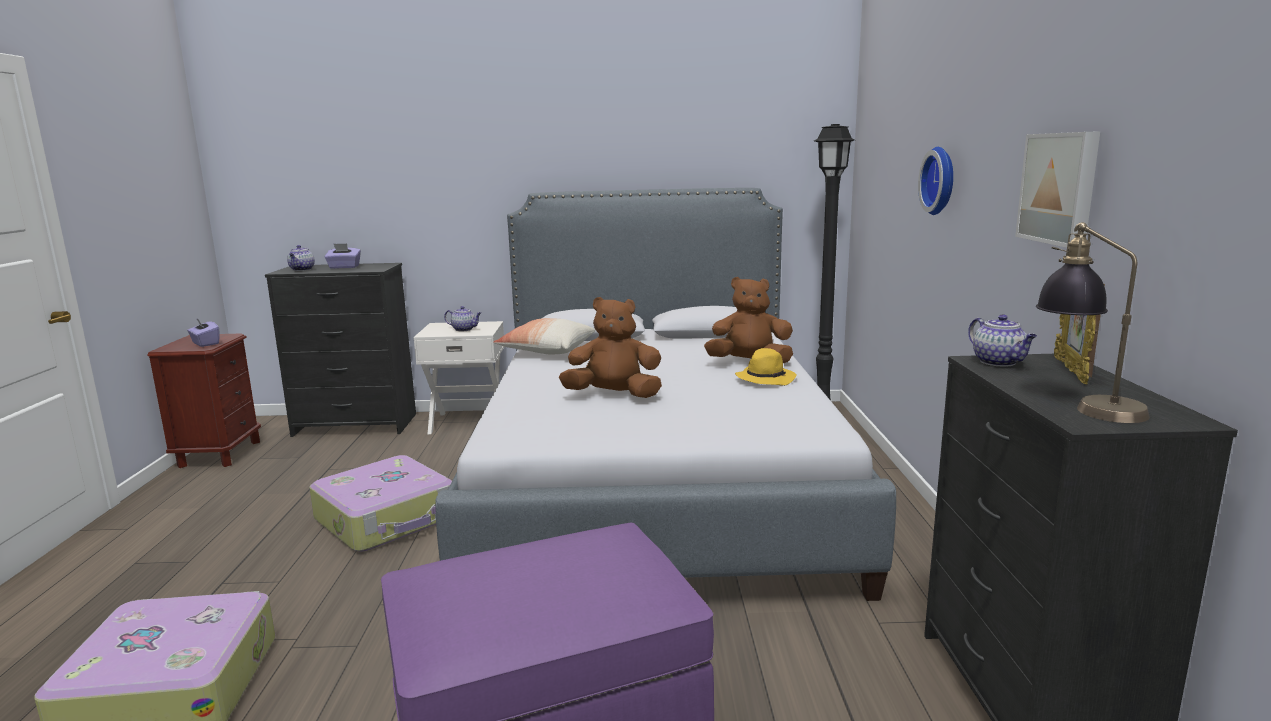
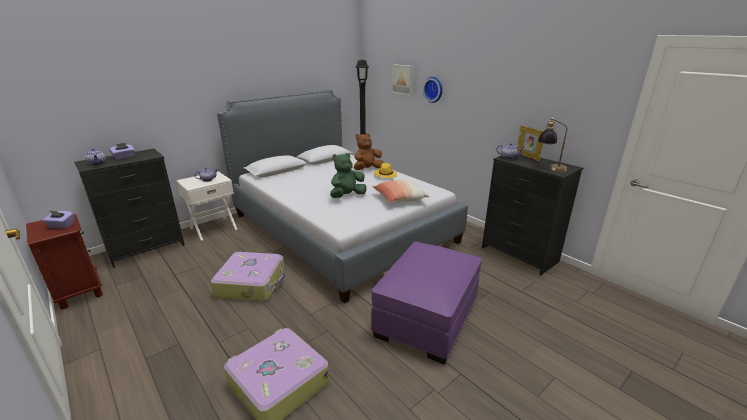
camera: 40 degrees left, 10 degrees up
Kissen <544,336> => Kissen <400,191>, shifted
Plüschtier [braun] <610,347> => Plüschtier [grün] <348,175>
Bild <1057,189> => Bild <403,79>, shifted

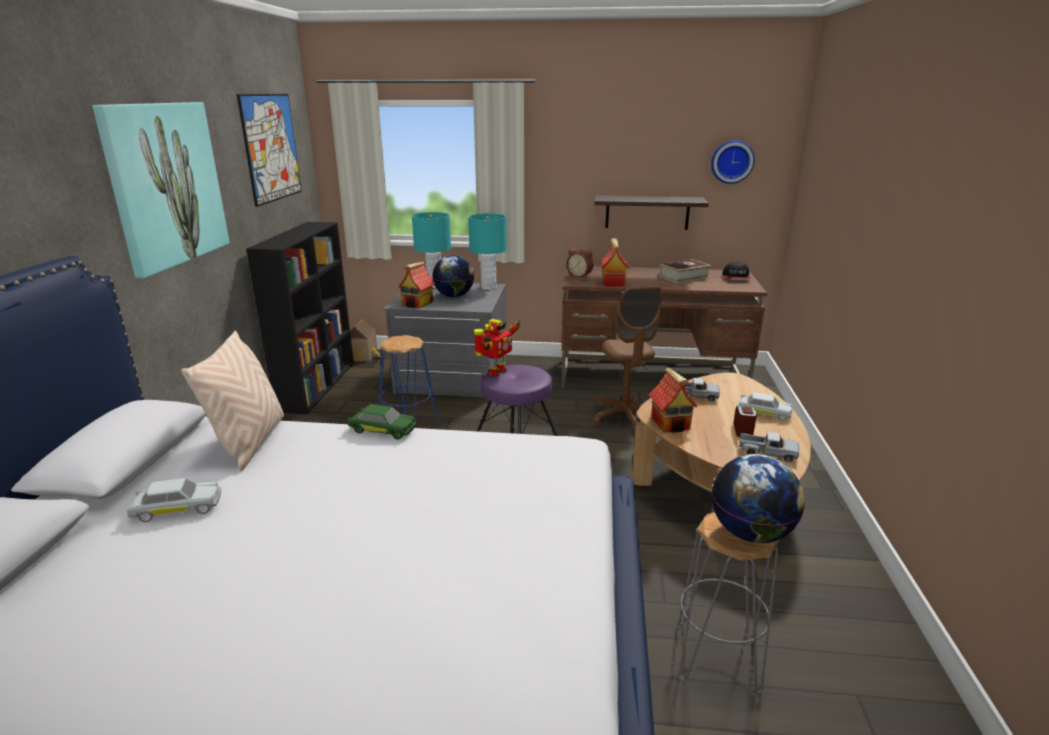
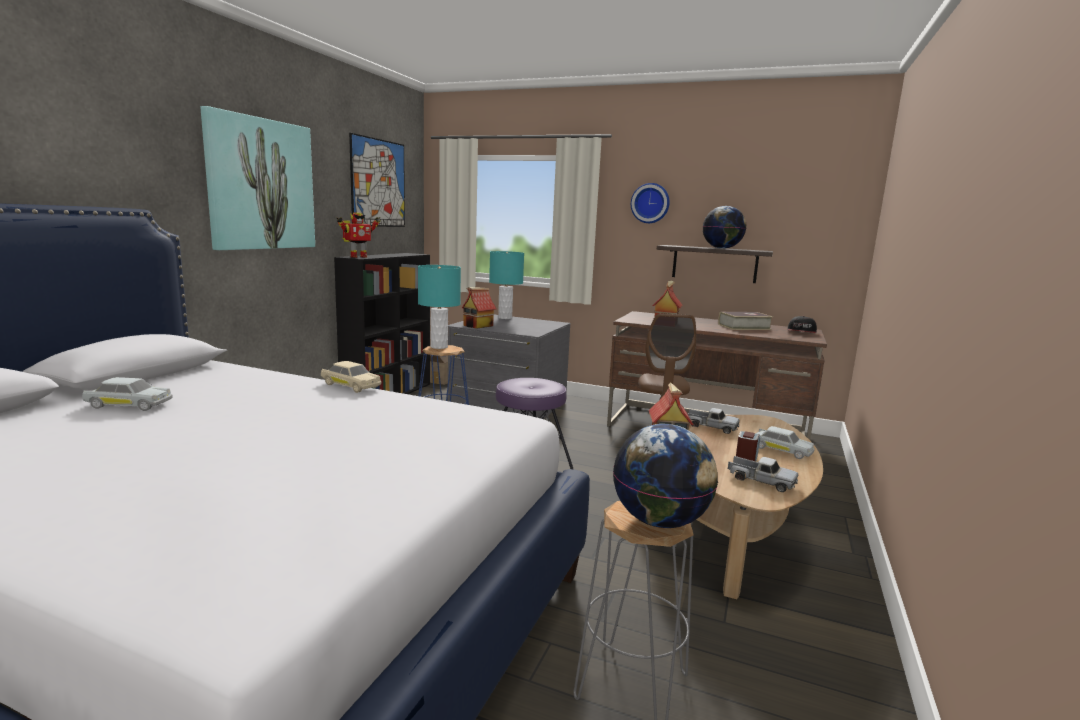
camera: 15 degrees right, 10 degrees down
Kissen [beige] <232,400> => nothing
Spielzeugauto [grün] <382,422> => Spielzeugauto [beige] <351,377>
Globus <453,276> => Globus <724,227>, shifted
Tischlampe [türkis] <487,251> => Tischlampe [türkis] <439,307>, shifted
Spielzeugroboter <497,347> => Spielzeugroboter <358,235>, shifted
Wecker <580,263> => nothing
Wanduhr <733,162> => Wanduhr <650,203>, shifted

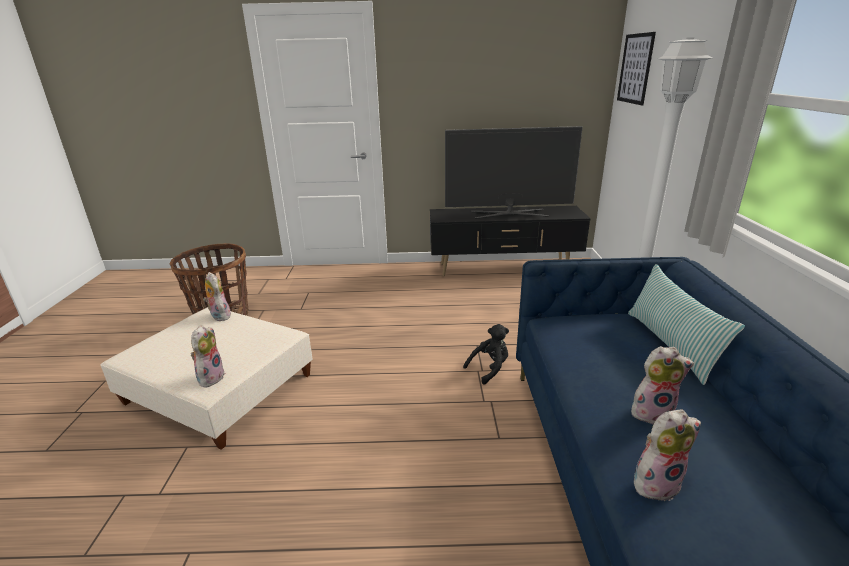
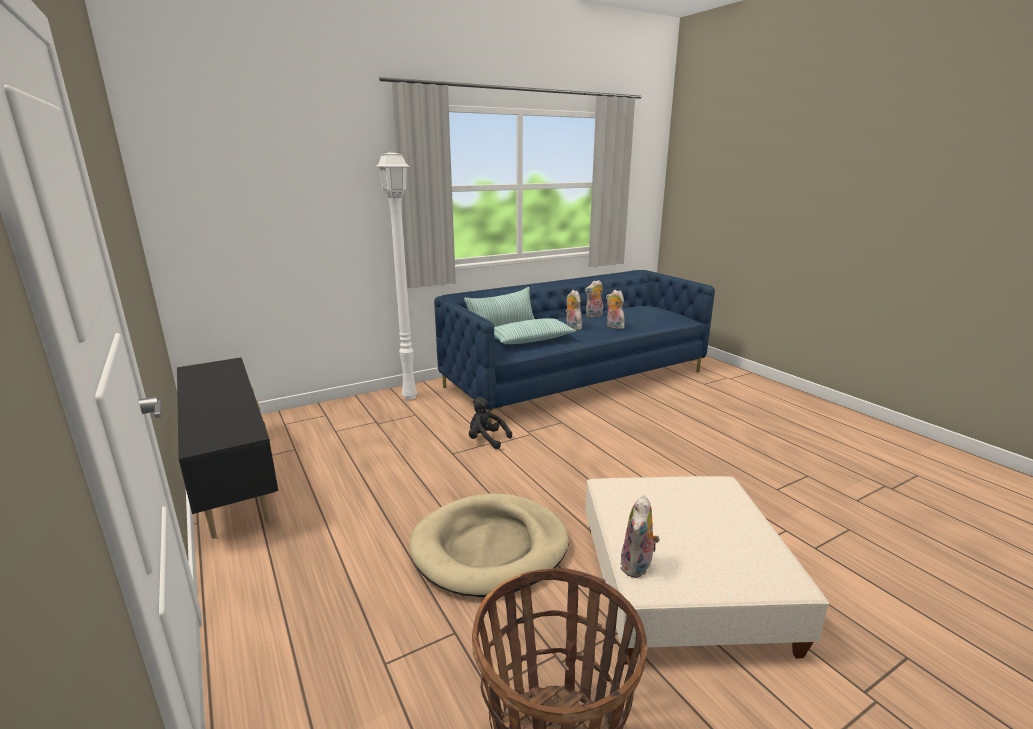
camera: 120 degrees left, 5 degrees down
Plüschtier <208,356> => Plüschtier <594,298>, shifted
Fernseher <514,172> => nothing
Bild <636,68> => nothing
nothing => Hundebett [beige] <489,545>
nothing => Kissen <535,331>

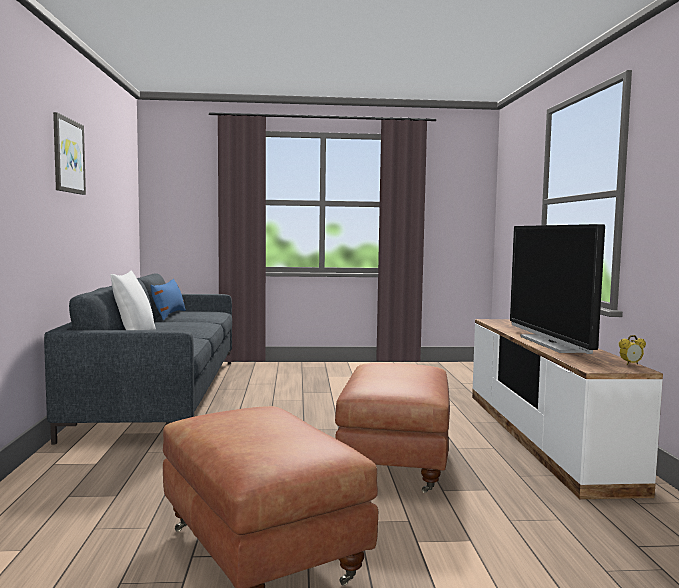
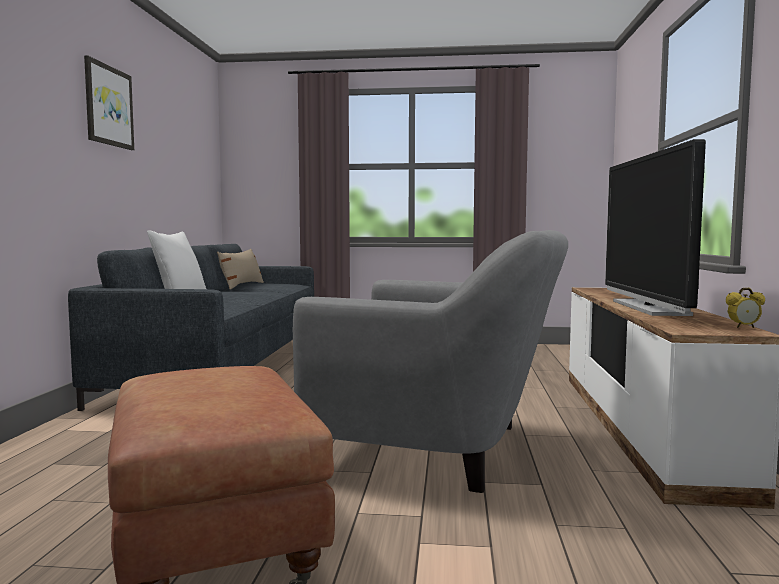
camera: 10 degrees right, 0 degrees up
Kissen [blau] <168,299> => Kissen [beige] <240,269>
Polsterhocker [braun] <392,428> => Sessel [grau] <430,361>

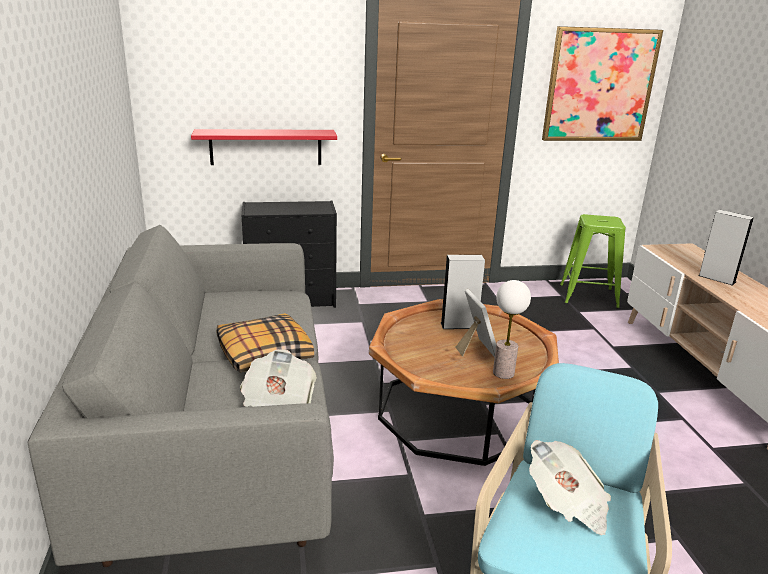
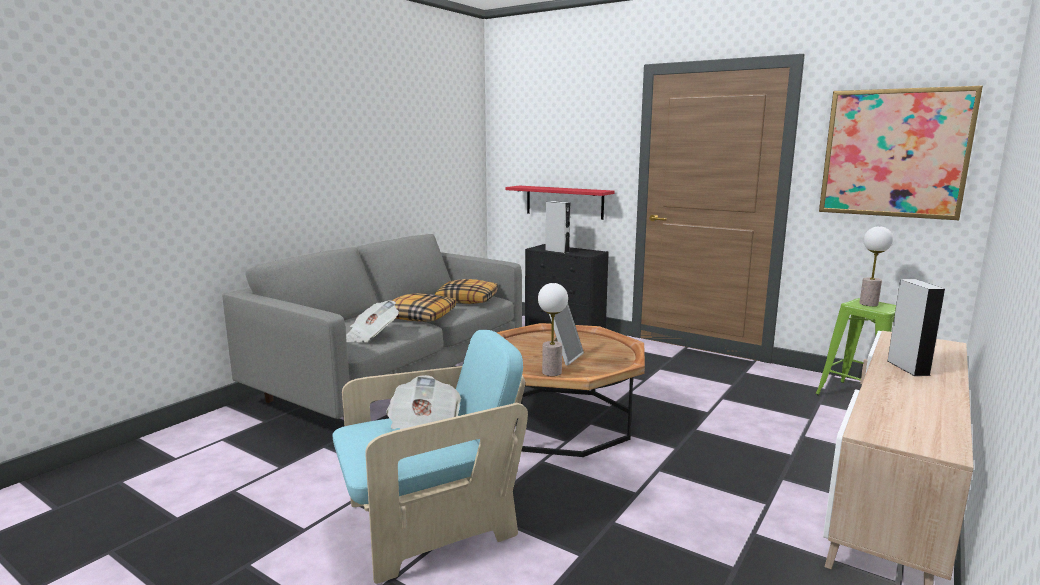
camera: 45 degrees right, 10 degrees down
Lautsprecher [grau] <463,292> => Lautsprecher [grau] <558,227>, shifted
nothing => Kissen <466,291>
nothing => Tischlampe <876,266>

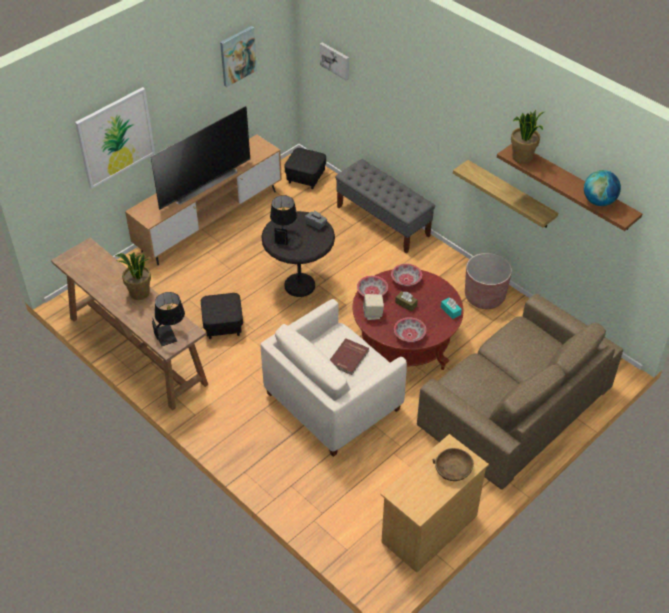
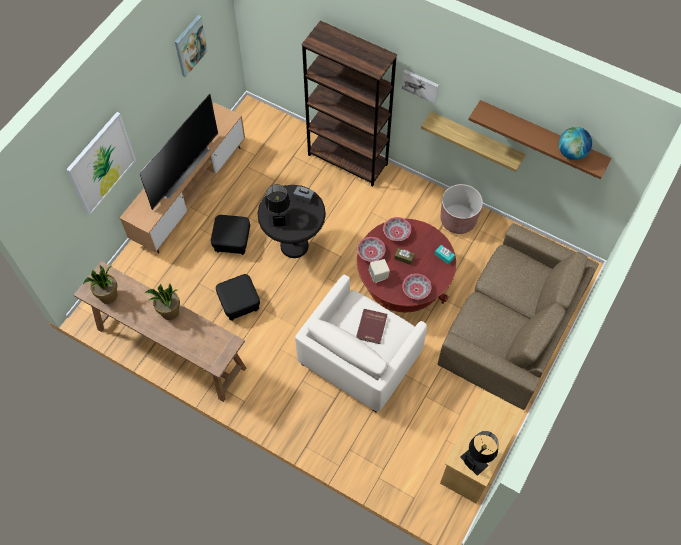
camera: 15 degrees left, 15 degrees up
Tischlampe [schwarz] <168,319> => Tischlampe [schwarz] <479,453>, shifted
Polsterhocker [schwarz] <305,168> => Polsterhocker [schwarz] <230,235>, shifted
Bild <334,61> => Bild <420,87>, shifted
Bank [grau] <385,206> => Bücherregal [braun] <349,104>
Schüssel [braun] <453,464> => nothing
Topfpflanze <527,137> => Topfpflanze <100,284>, shifted

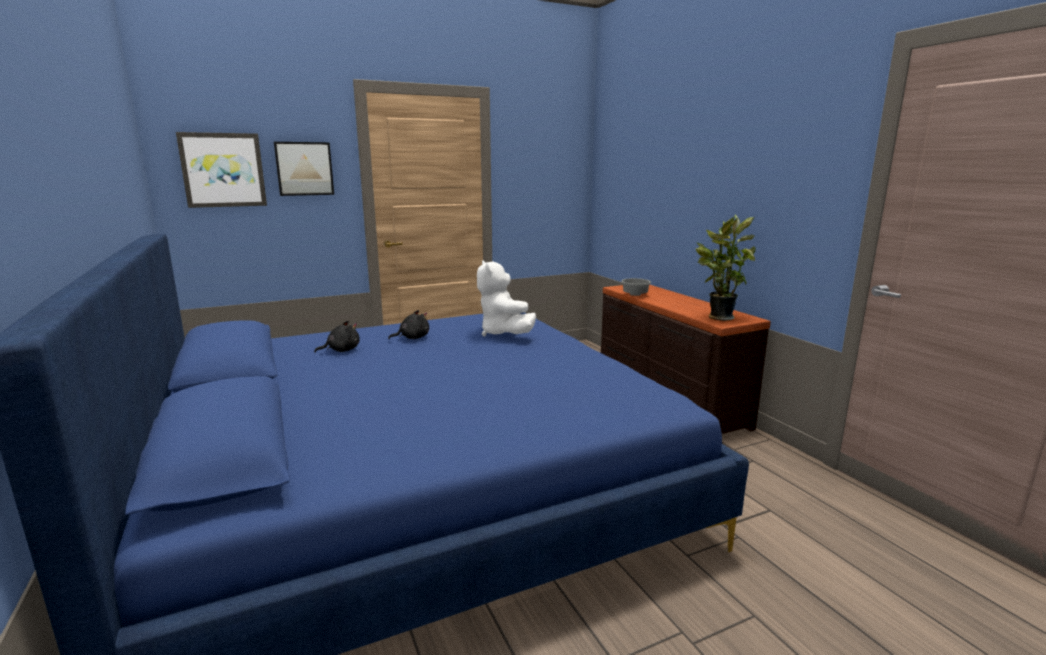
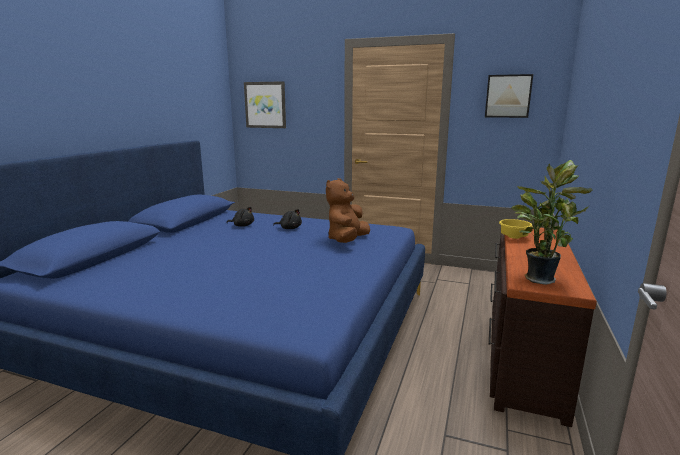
camera: 45 degrees right, 0 degrees up
Bild <304,169> => Bild <509,96>, shifted
Plüschtier [weiß] <506,298> => Plüschtier [braun] <348,210>
Schüssel [grau] <636,287> => Schüssel [gelb] <515,229>

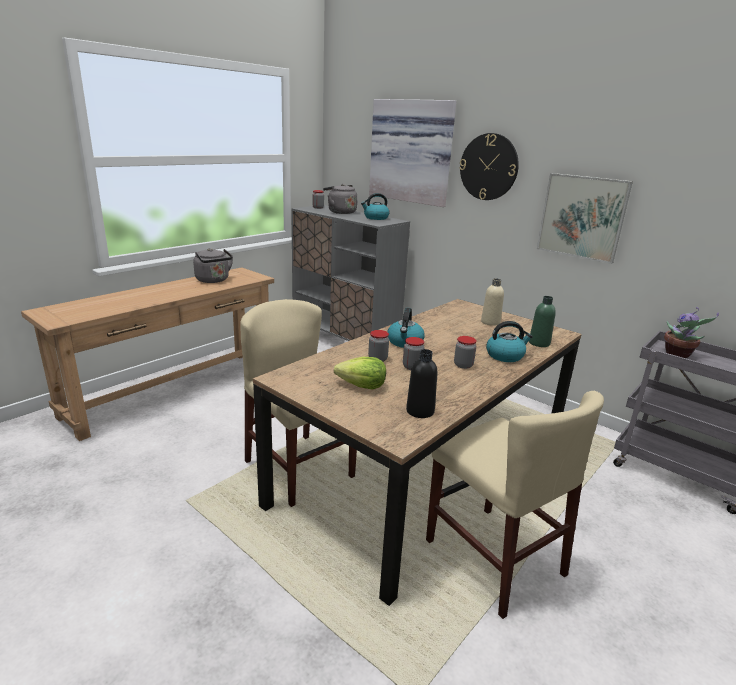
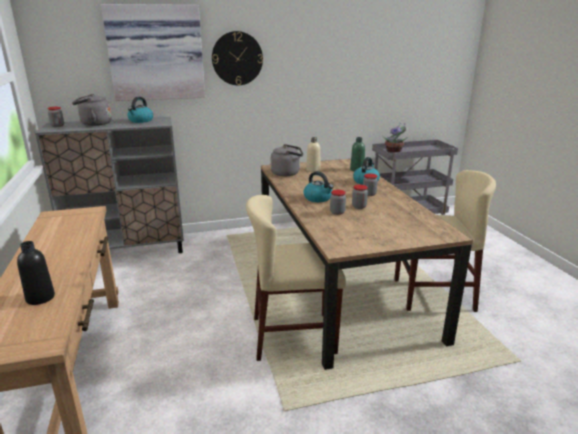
camera: 55 degrees left, 0 degrees up
Wasserkessel [grau] <213,265> => Wasserkessel [grau] <287,160>, shifted
Salatkopf <360,373> => nothing
Flasche [schwarz] <421,383> => Flasche [schwarz] <36,273>, shifted
Bild <585,218> => nothing

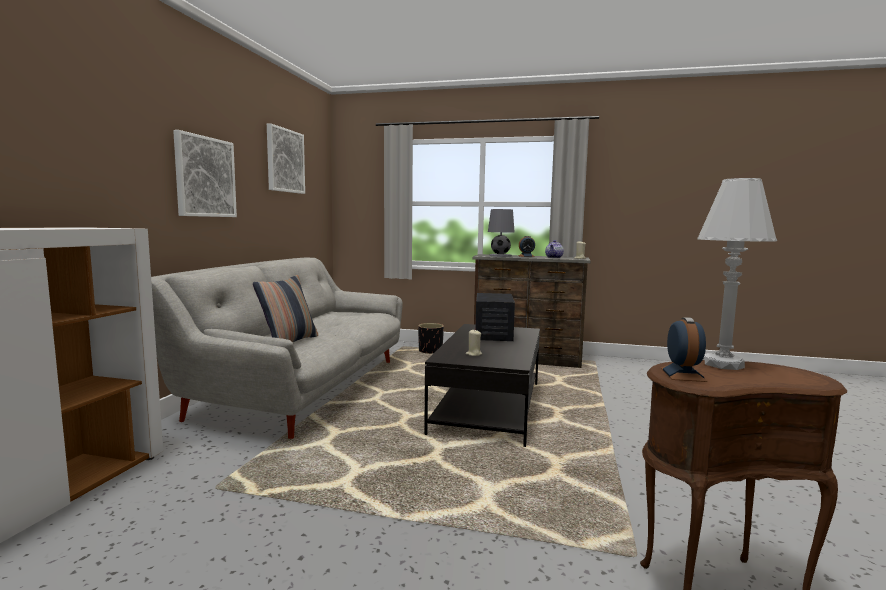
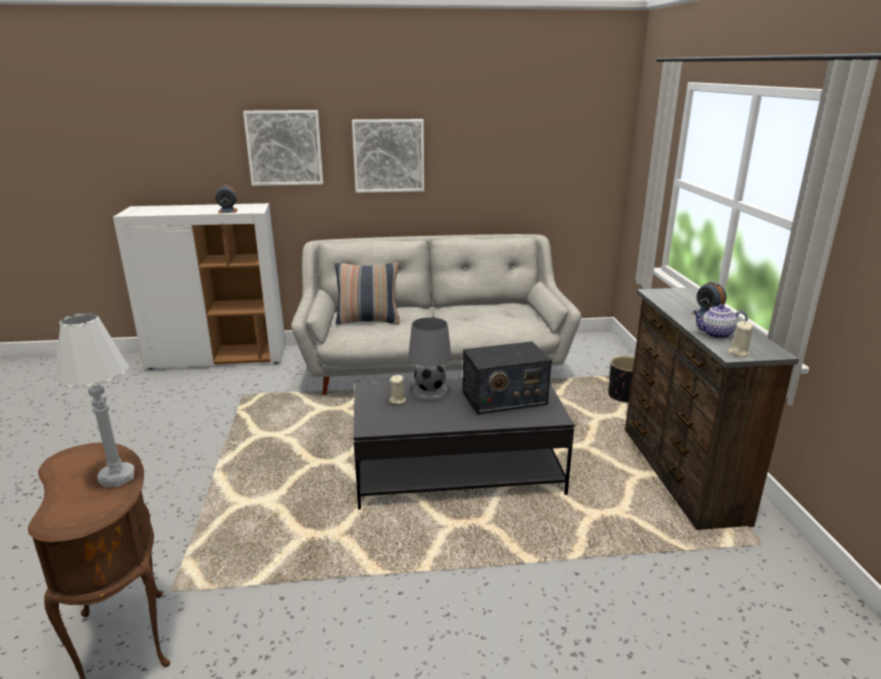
camera: 70 degrees right, 15 degrees up
Bild <286,158> => Bild <283,148>, shifted
Tischlampe [grau] <501,233> => Tischlampe [grau] <429,358>, shifted
Wecker <684,349> => Wecker <226,199>, shifted

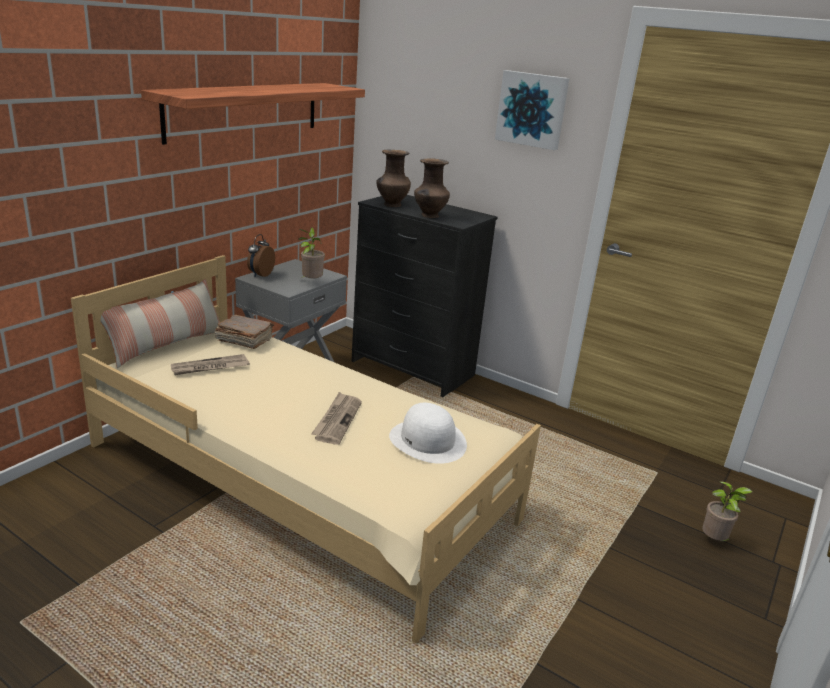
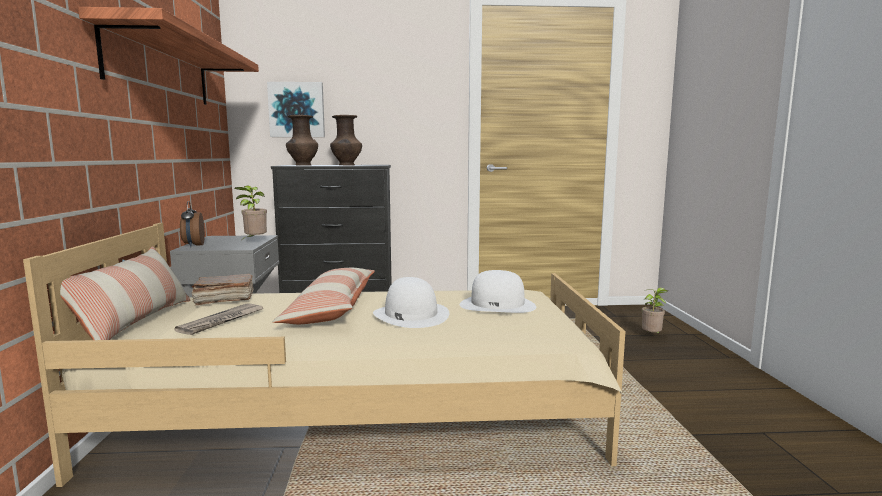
camera: 35 degrees left, 15 degrees down
Zeitung <336,418> => Hut [weiß] <411,302>
Bild <532,110> => Bild <296,109>, shifted
nothing => Kissen <323,296>

